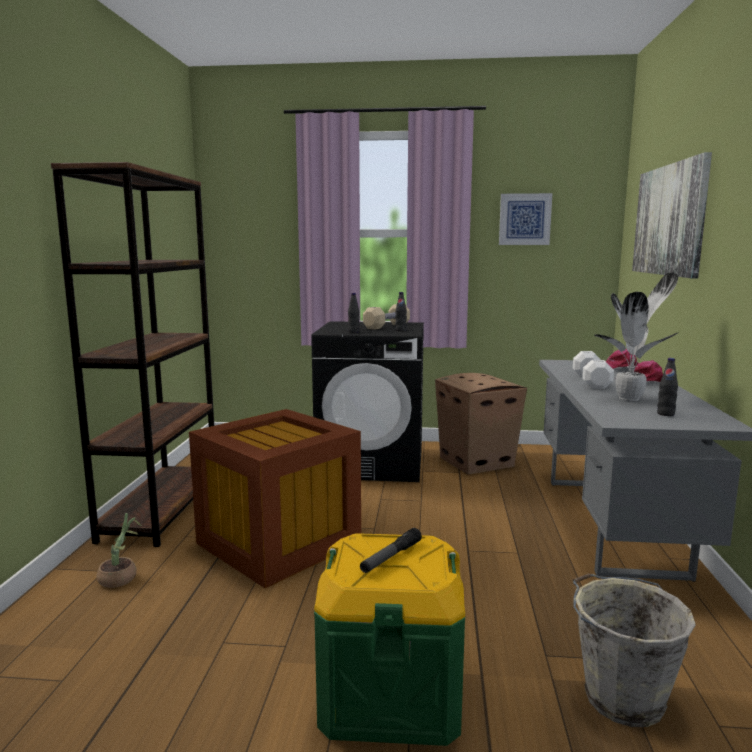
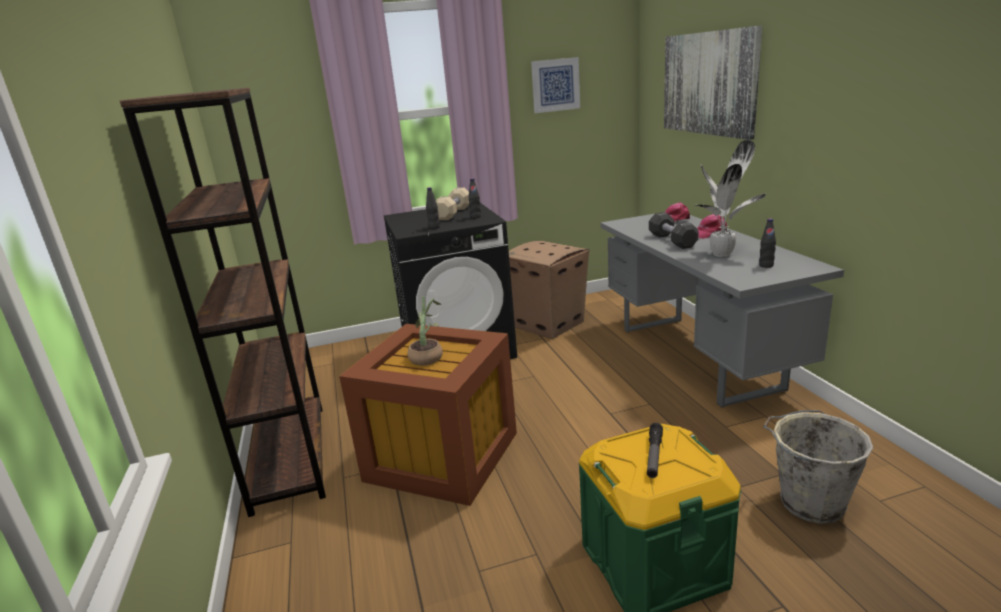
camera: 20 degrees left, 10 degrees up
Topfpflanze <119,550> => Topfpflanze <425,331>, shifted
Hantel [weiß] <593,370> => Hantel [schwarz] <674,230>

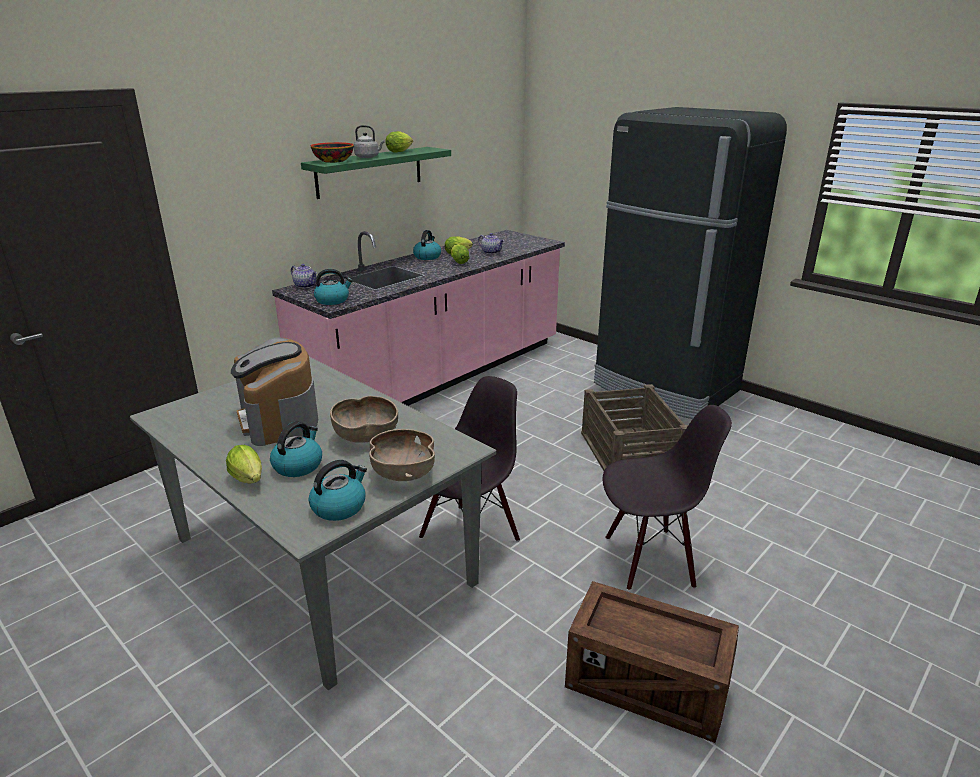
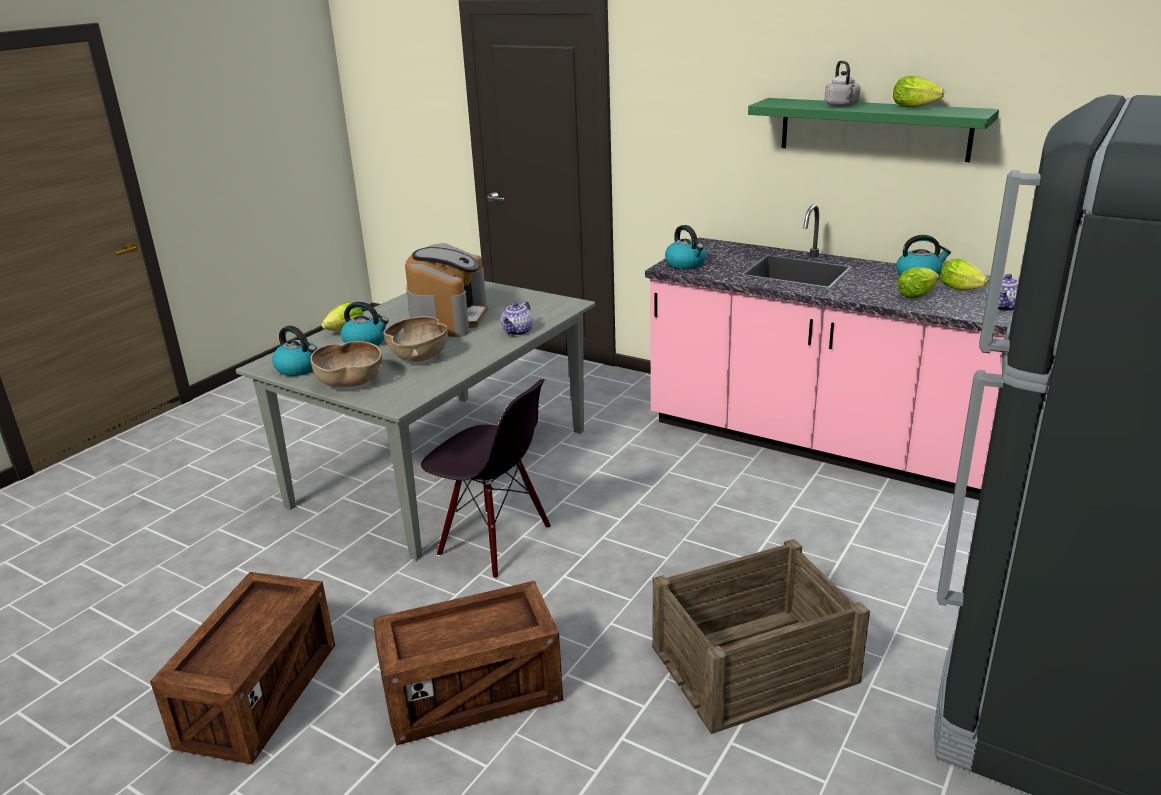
camera: 80 degrees right, 0 degrees up
Kaffeemaschine <274,392> => Kaffeemaschine <446,290>, 135 degrees clockwise
Teekanne <304,276> => Teekanne <517,318>, shifted
Schüssel <332,152> => nothing
Stuhl [schwarz] <667,498> => Kiste <468,663>

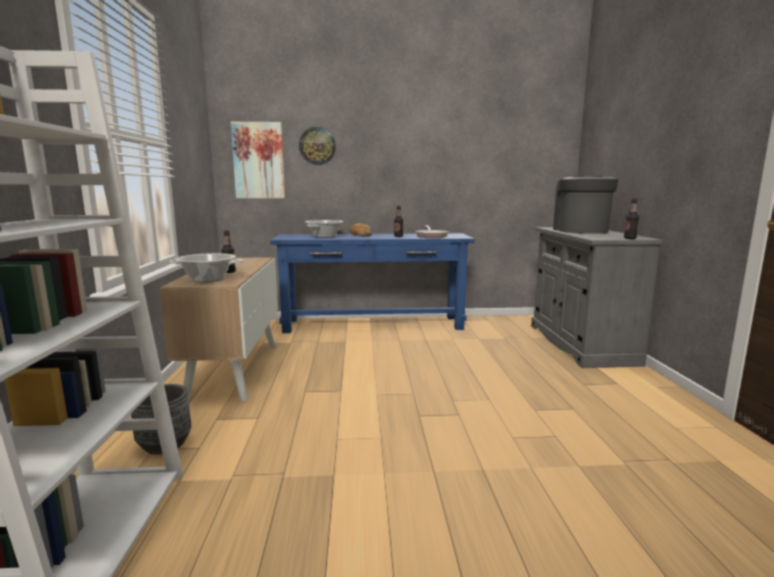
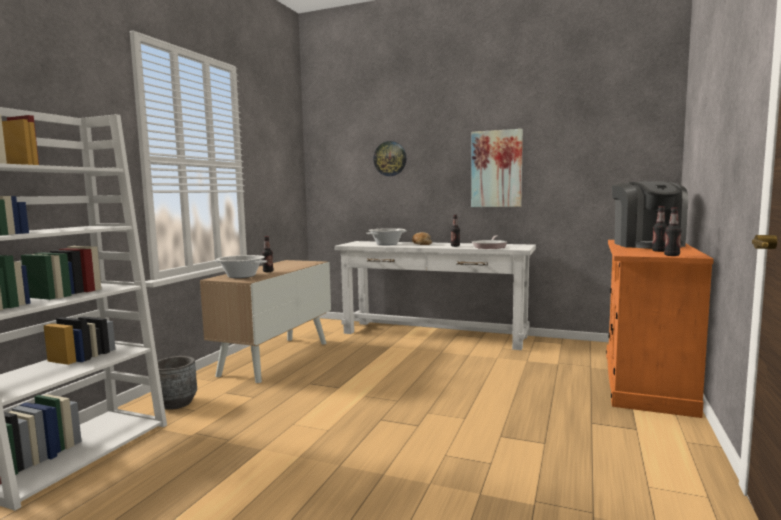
camera: 25 degrees right, 5 degrees down
Bild <258,160> => Bild <497,168>, shifted
Konsolentisch [blau] <372,283> => Konsolentisch [weiß] <435,295>
Schrank [grau] <597,297> => Schrank [orange] <660,329>
Kaffeemaschine <585,205> => Kaffeemaschine <650,215>, 150 degrees clockwise
nothing => Flasche <660,229>

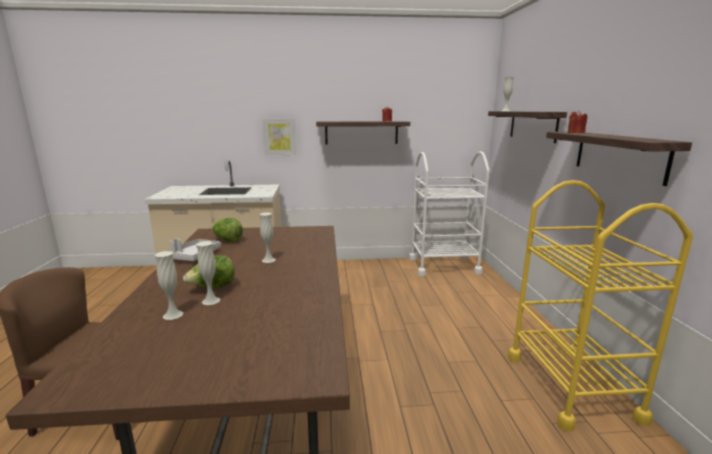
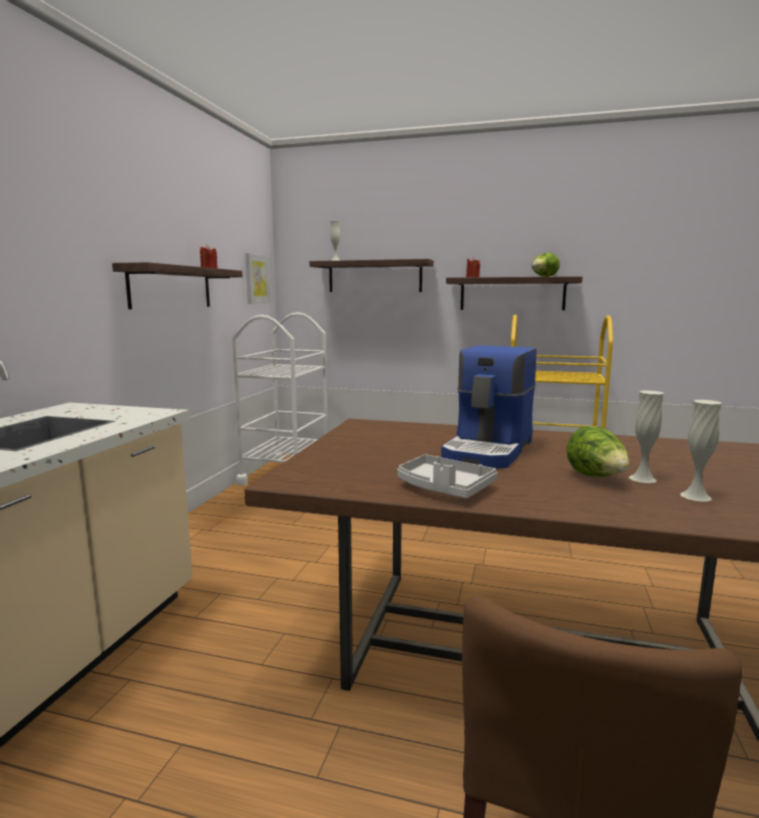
camera: 70 degrees left, 5 degrees down
Salatkopf <227,230> => Salatkopf <546,265>, shifted
Vase [weiß] <267,238> => Kaffeemaschine <489,407>
Bild <279,136> => Bild <258,278>, shifted

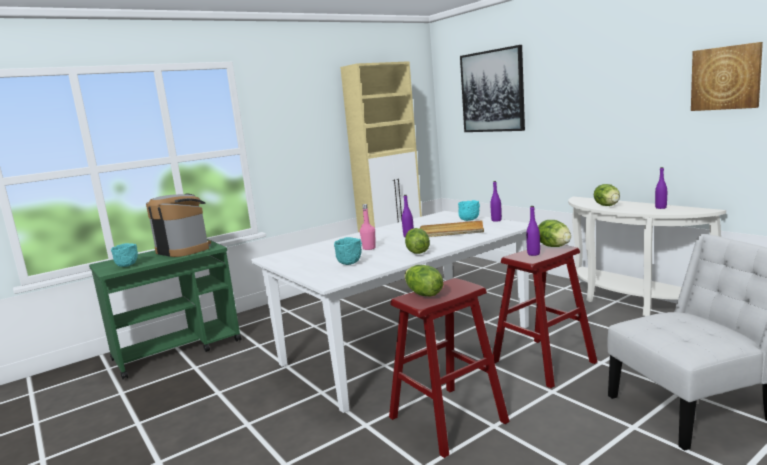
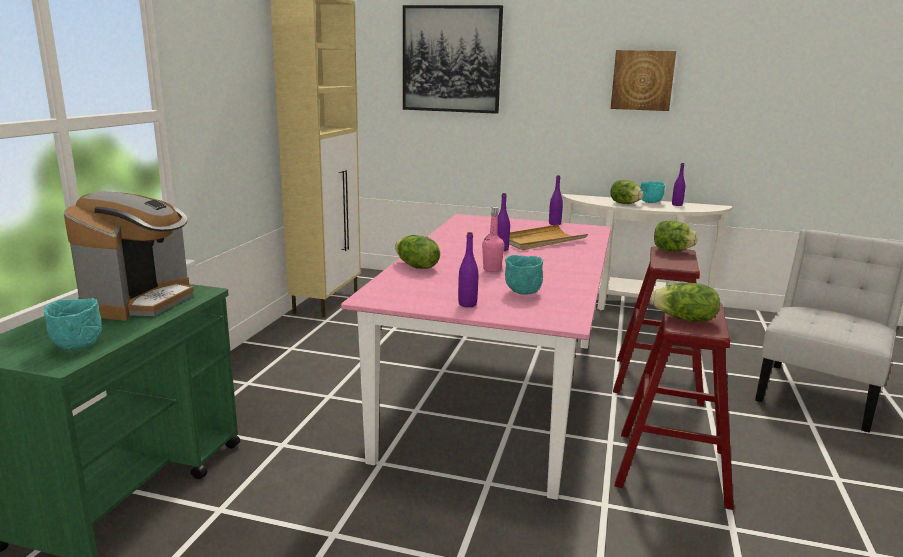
camera: 40 degrees left, 5 degrees up
Kaffeemaschine <178,225> => Kaffeemaschine <129,256>, 105 degrees clockwise
Esstisch [weiß] <395,312> => Esstisch [rosa] <476,357>
Salatkopf <417,241> => Salatkopf <417,252>, shifted
Schüssel [türkis] <469,210> => Schüssel [türkis] <652,192>, shifted
Flasche [lila] <533,231> => Flasche [lila] <468,269>, shifted
Bild <727,76> => Bild <643,80>, shifted

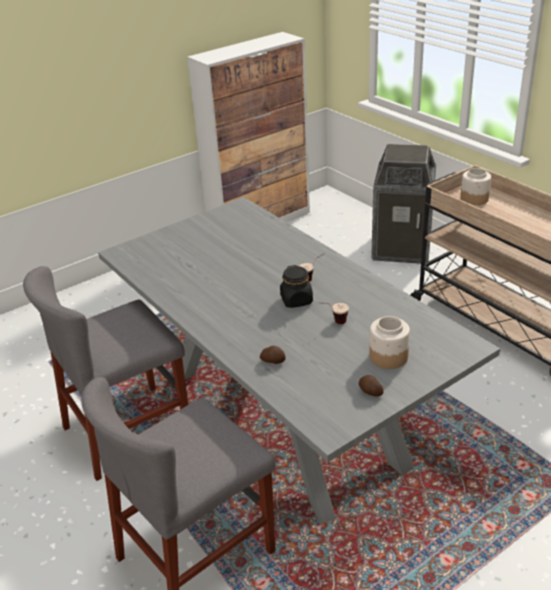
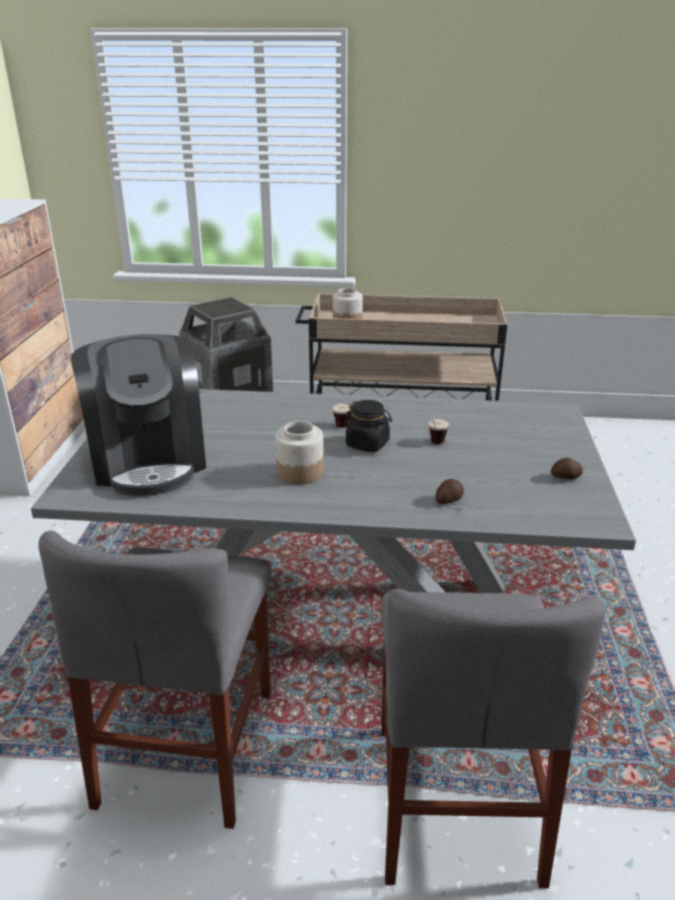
camera: 50 degrees left, 5 degrees down
Vorratsglas <389,342> => Vorratsglas <299,452>, shifted
nothing => Kaffeemaschine <138,415>

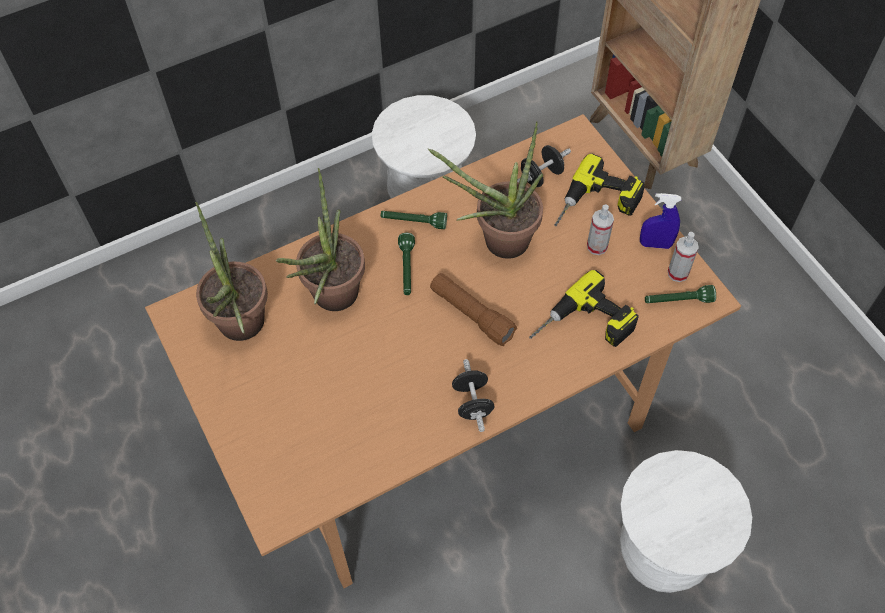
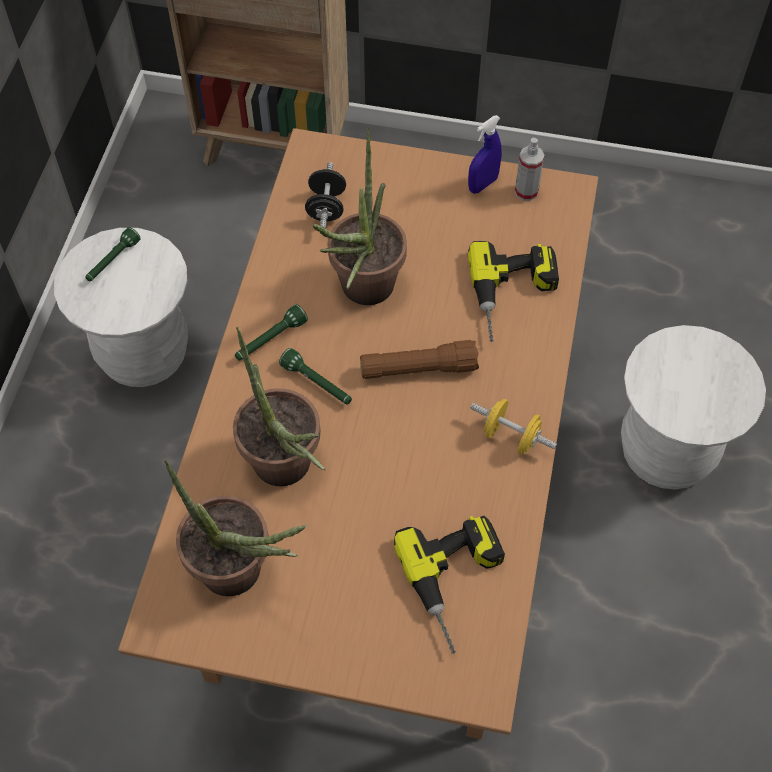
camera: 50 degrees left, 0 degrees up
Hantel [schwarz] <473,395> => Hantel [gelb] <514,426>
Bohrmaschine <599,190> => Bohrmaschine <449,585>, shifted
Sprühflasche <600,229> => nothing
Taschenlampe [grün] <680,294> => Taschenlampe [grün] <113,254>, shifted

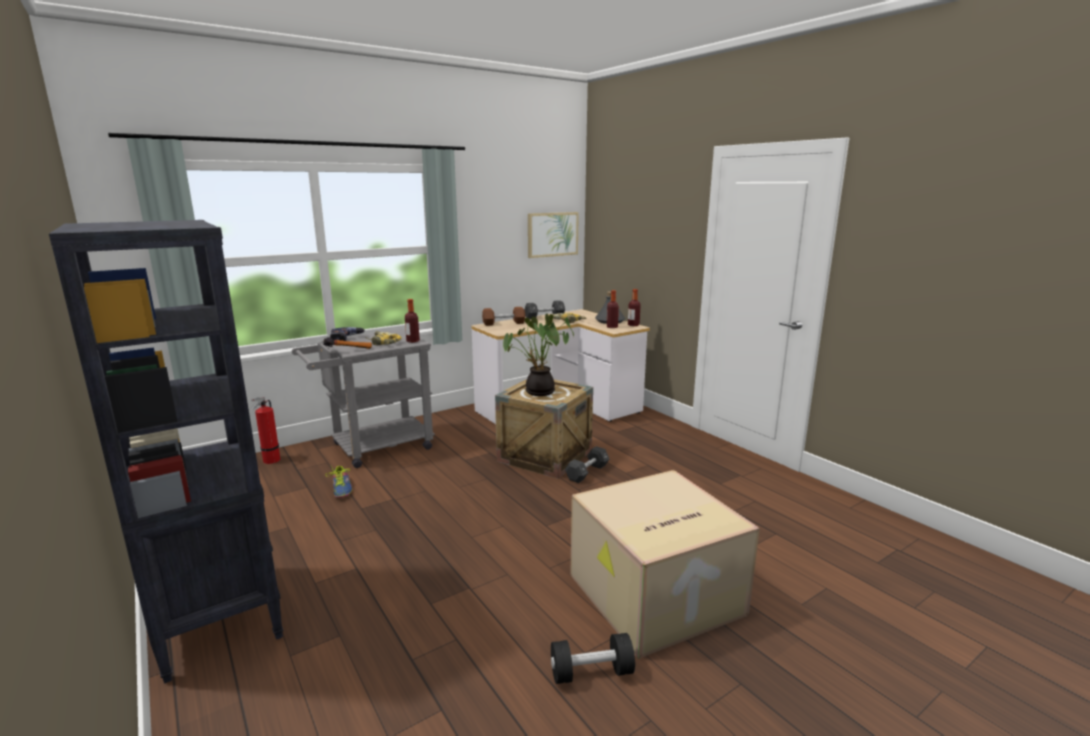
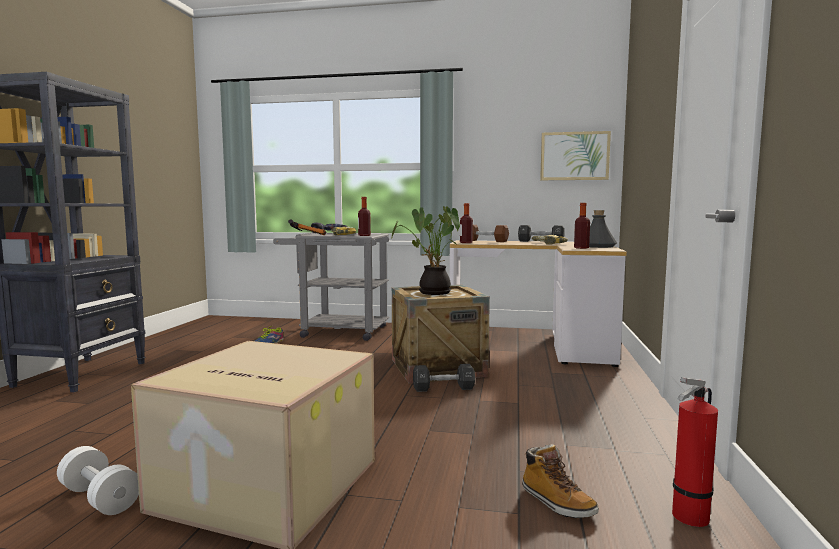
camera: 45 degrees right, 10 degrees down
Feuerlöscher <265,430> => Feuerlöscher <695,452>, shifted
Hantel [schwarz] <593,658> => Hantel [weiß] <98,480>
Flasche <634,307> => Flasche <466,223>, shifted
nothing => Stiefel <560,481>

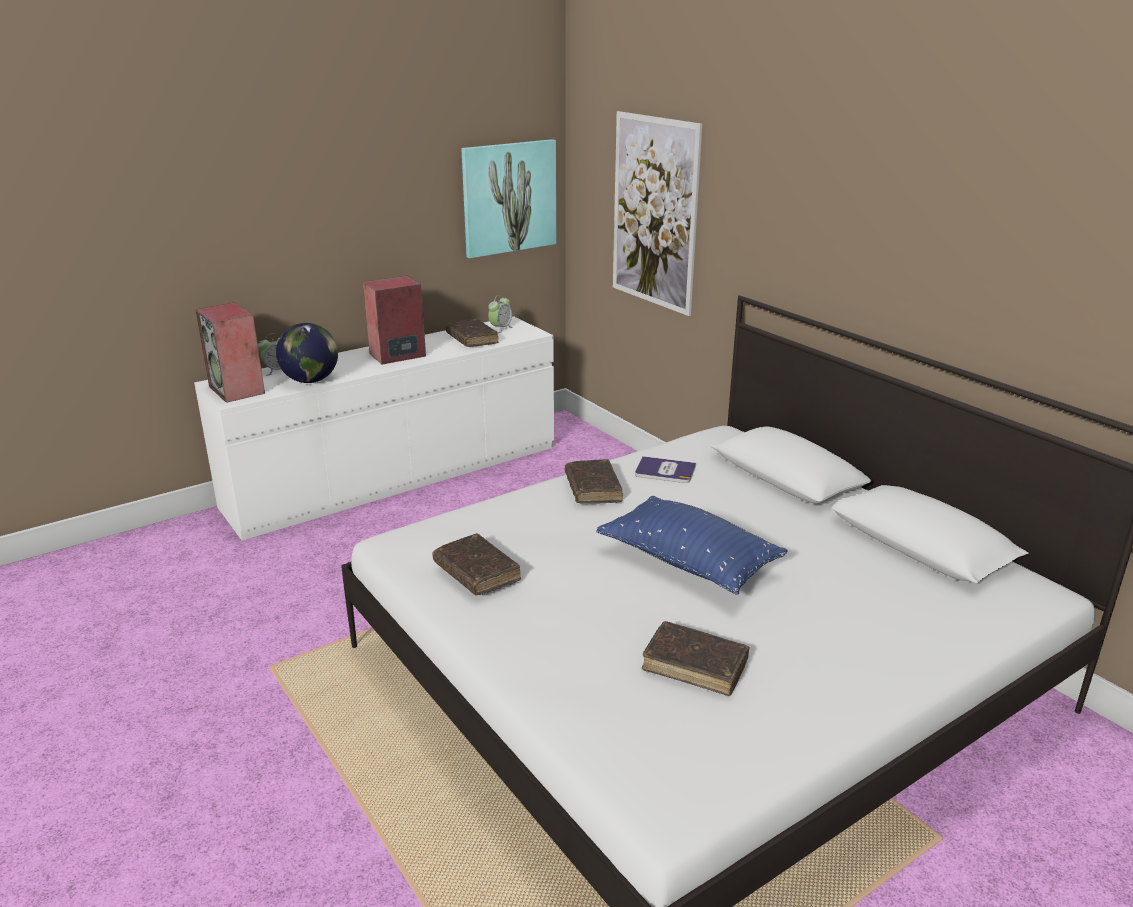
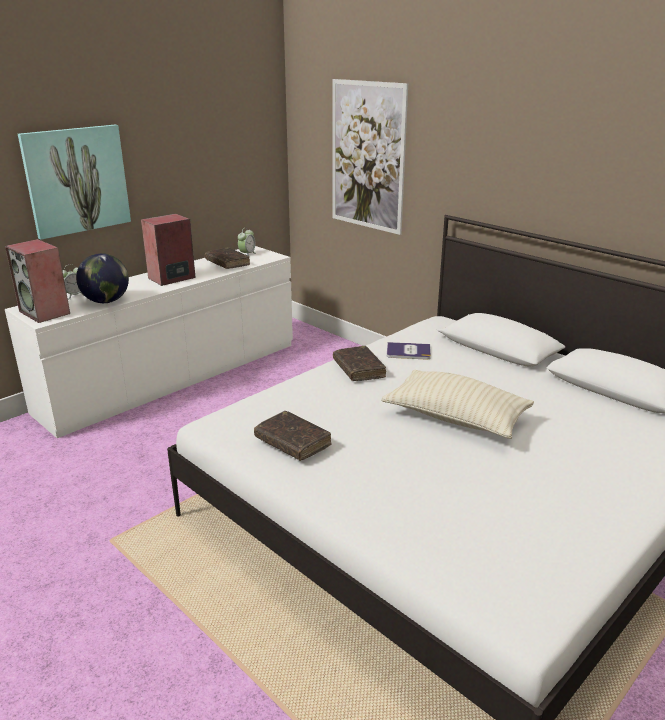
camera: 10 degrees left, 0 degrees up
Bild <508,198> => Bild <74,182>, shifted
Kissen [blau] <692,545> => Kissen [beige] <457,404>
Buch [braun] <696,658> => nothing

